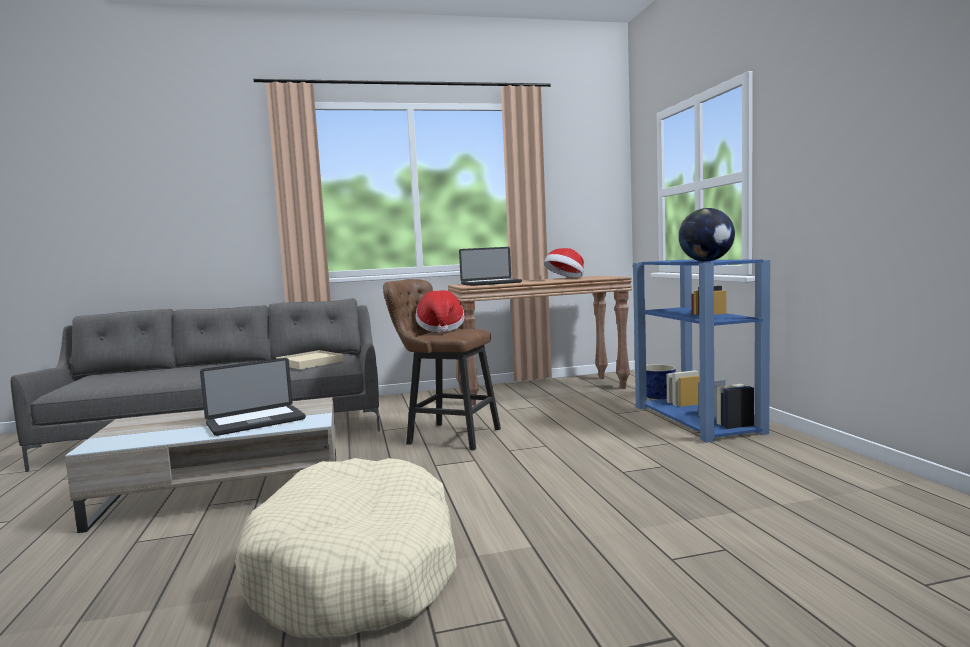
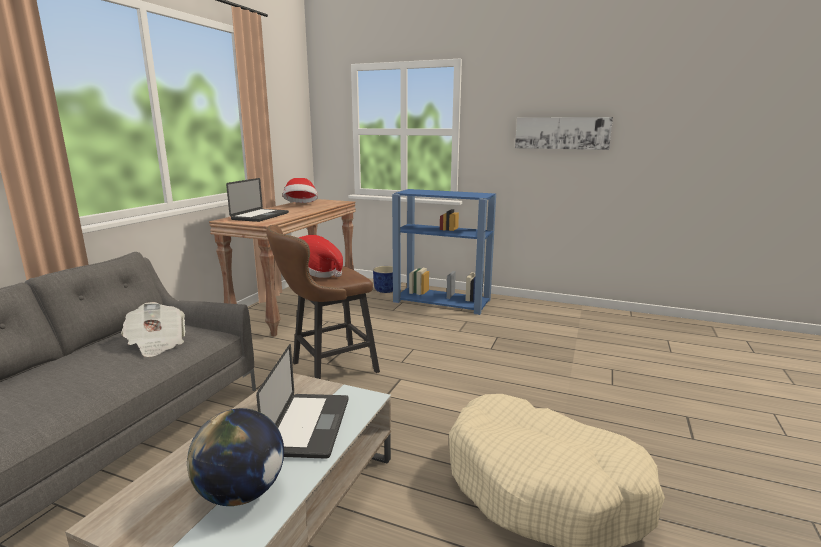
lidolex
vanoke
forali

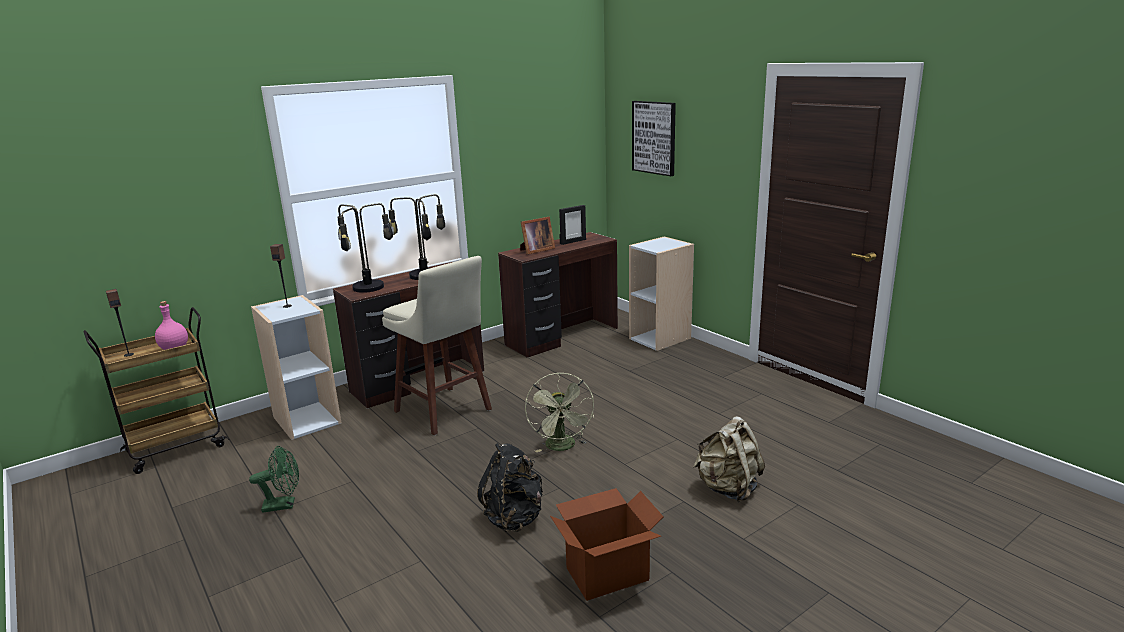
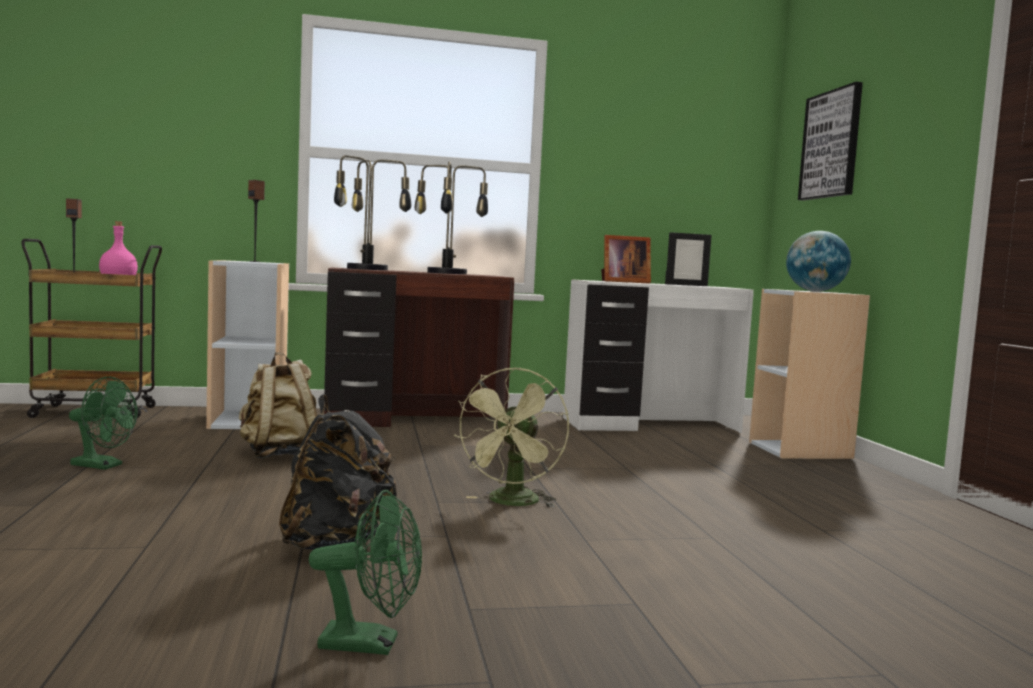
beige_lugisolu
vanoke
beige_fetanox
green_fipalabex (no. 2 from left)
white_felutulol

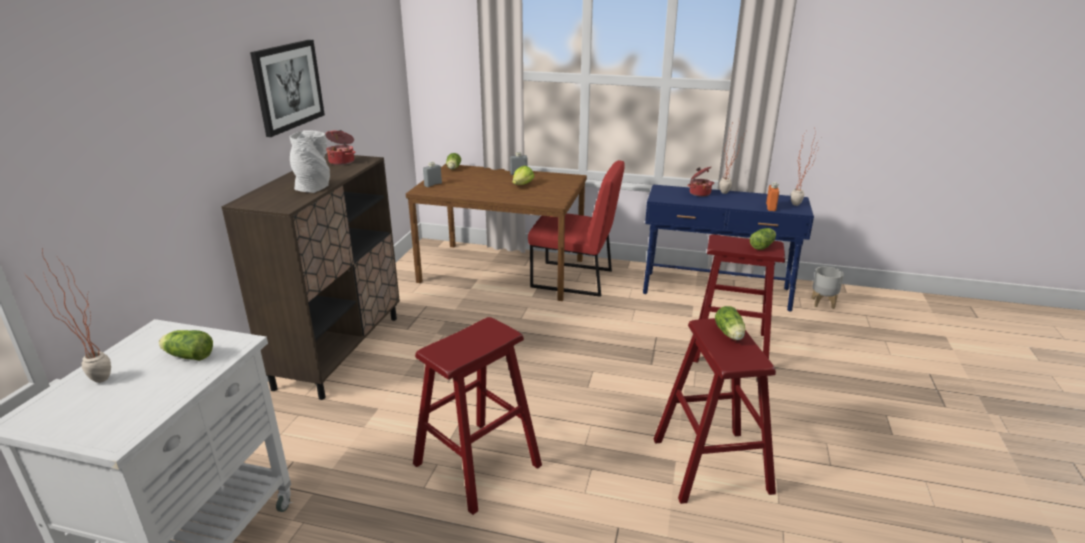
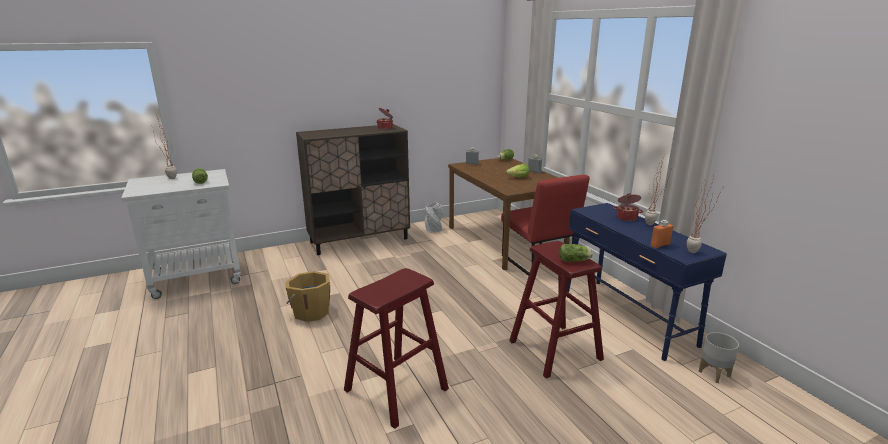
lidolex
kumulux (no. 4 from left in the first image)
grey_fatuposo
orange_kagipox

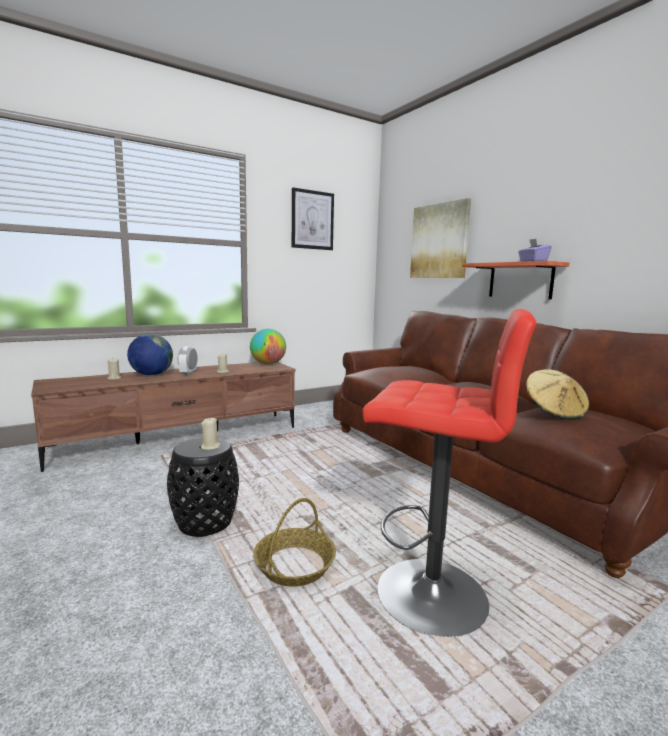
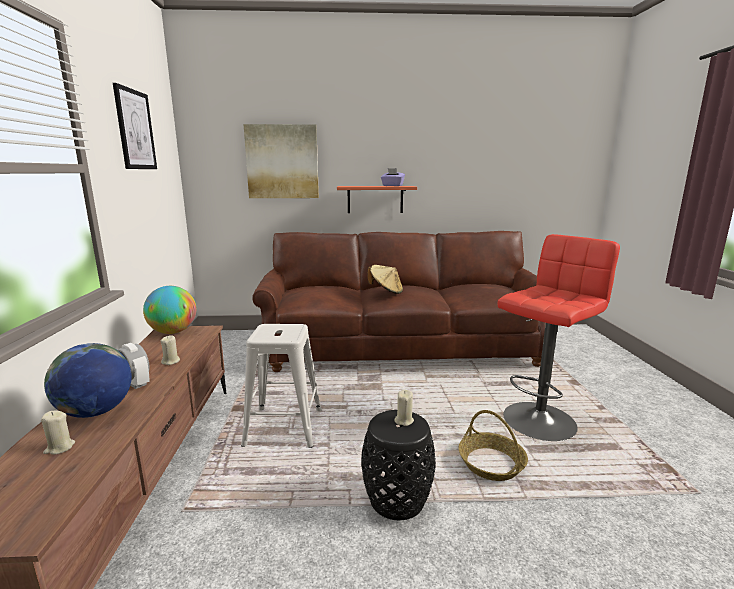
white_lugisolu
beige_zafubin

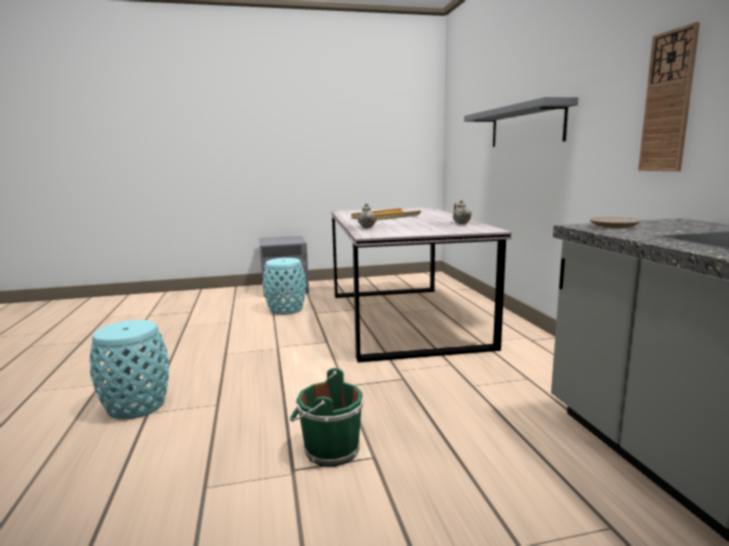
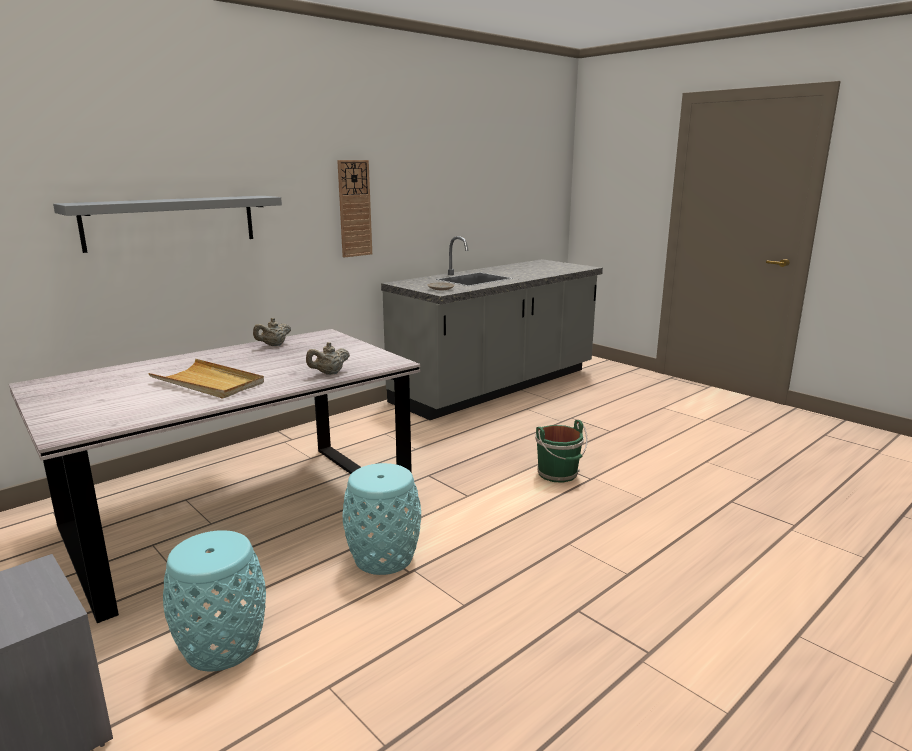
turquoise_lugisolu (no. 2 from left)

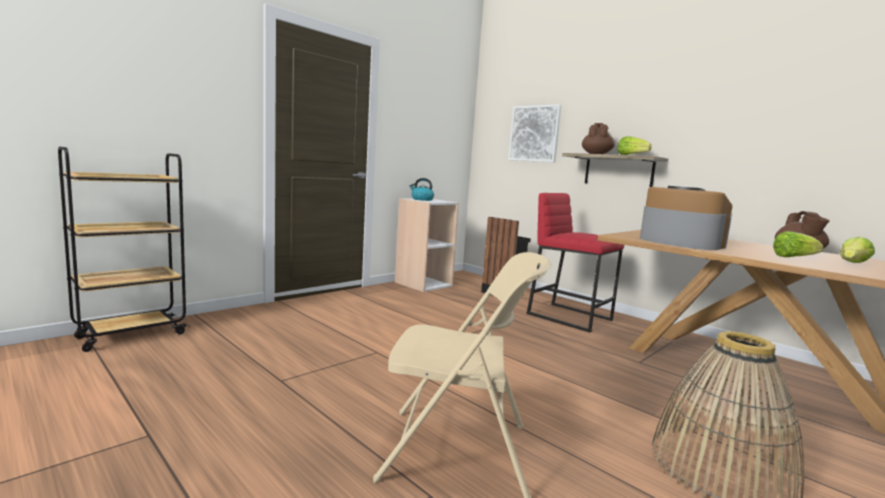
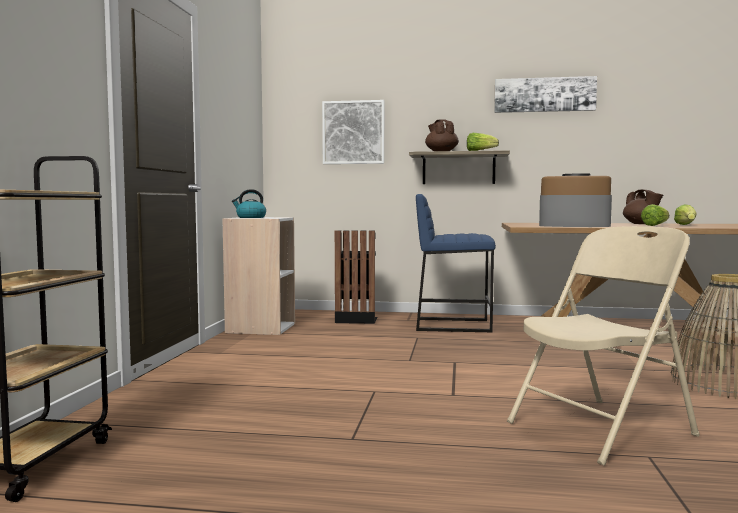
lidolex (no. 2 from left)
blue_lugisolu

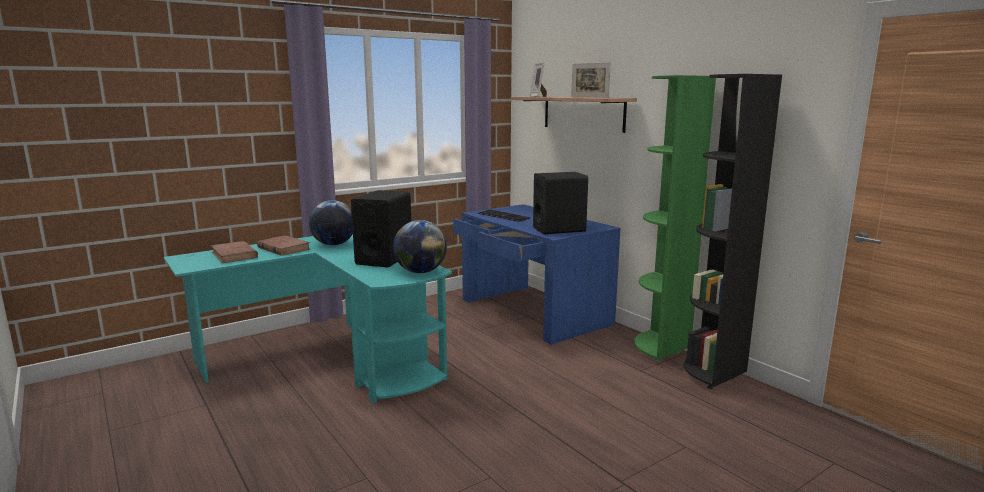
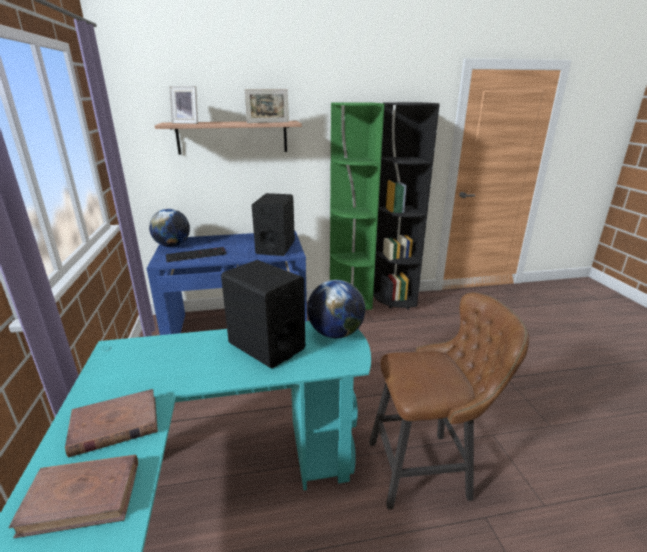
brown_lugisolu
vanoke (no. 1 from left)

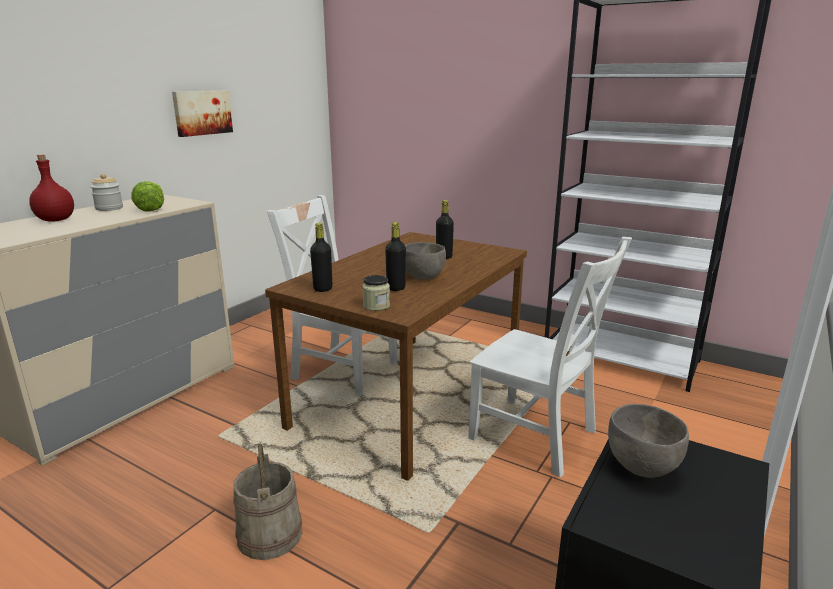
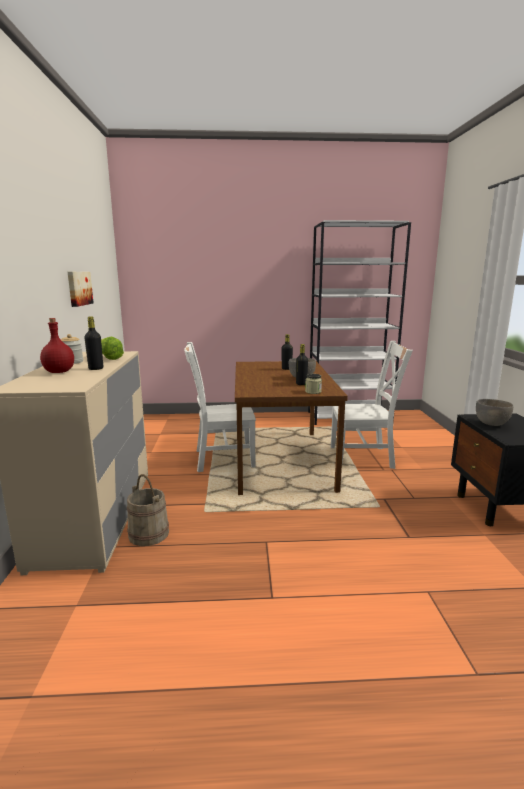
beige_kagipox
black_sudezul (no. 1 from left)

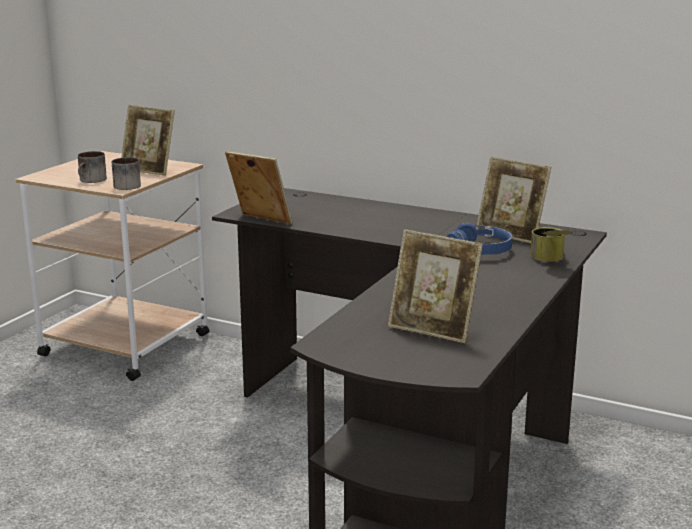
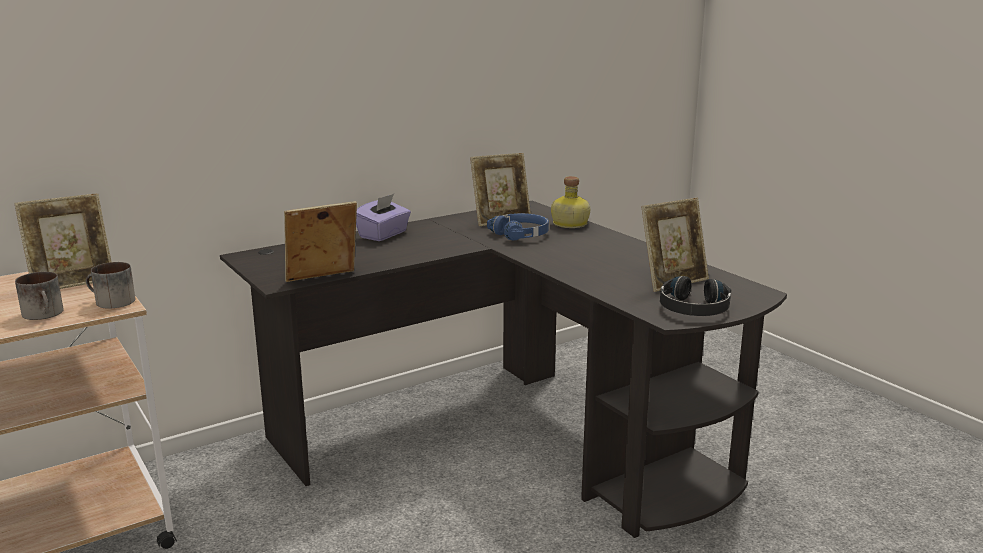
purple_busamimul
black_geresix
sudezul

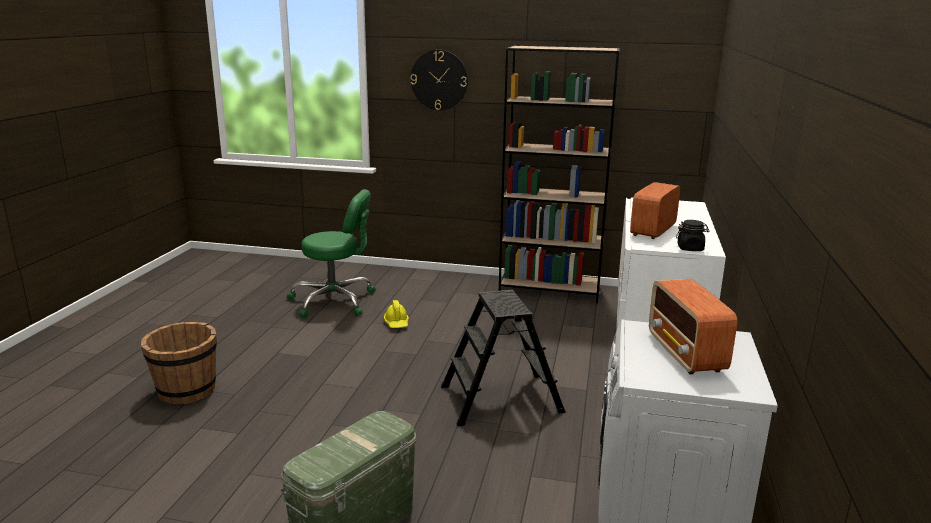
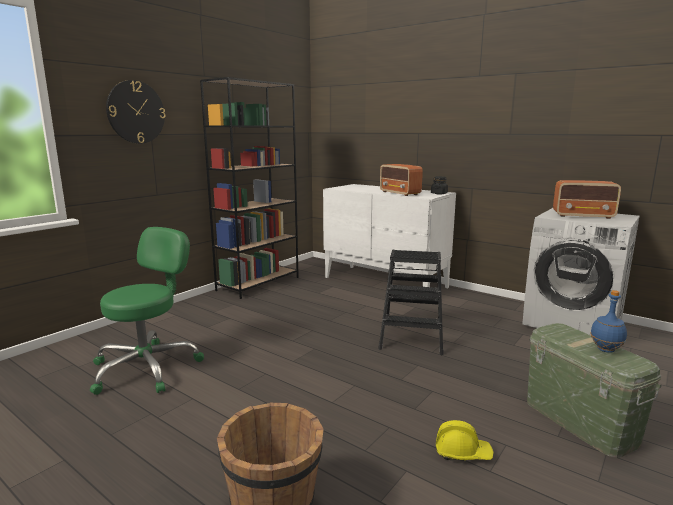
blue_sudezul
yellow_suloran

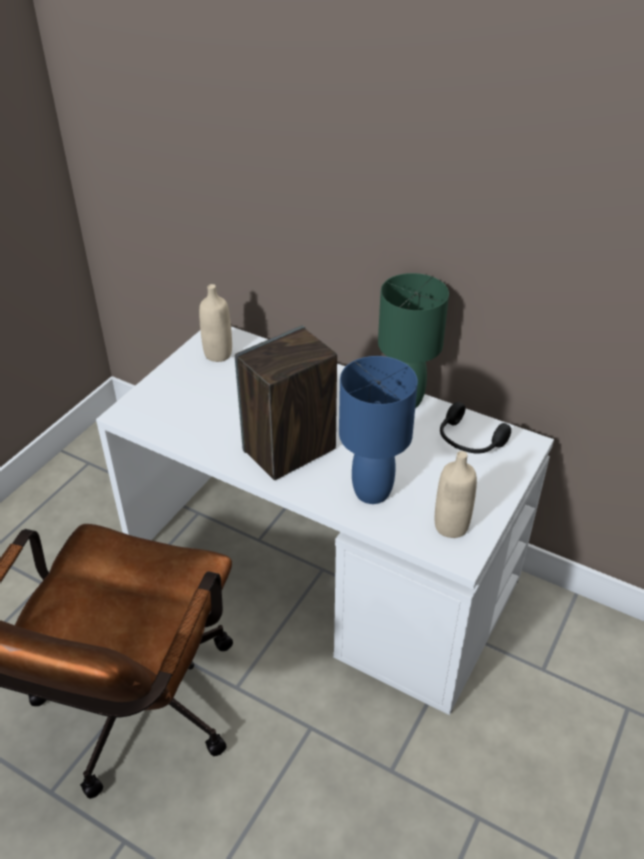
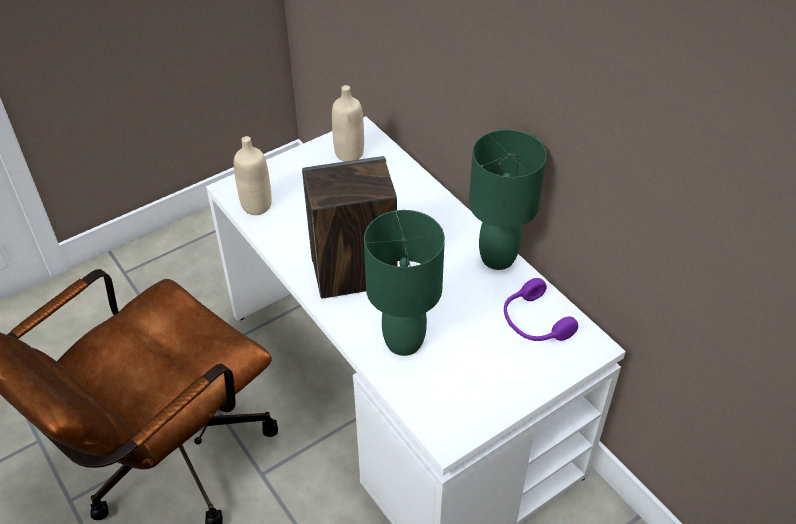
beige_sudezul (no. 1 from left)
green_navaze (no. 1 from left)
purple_geresix

